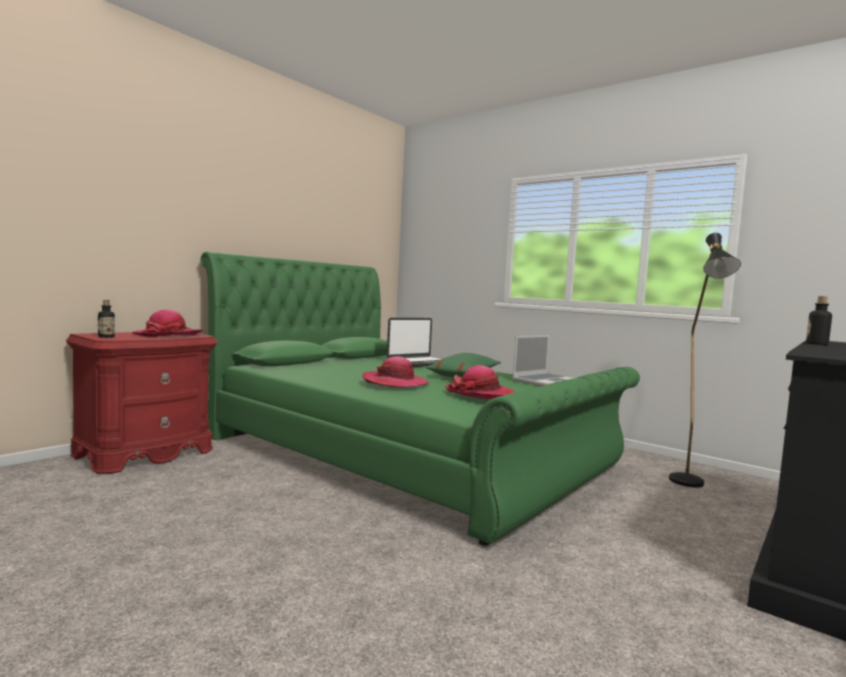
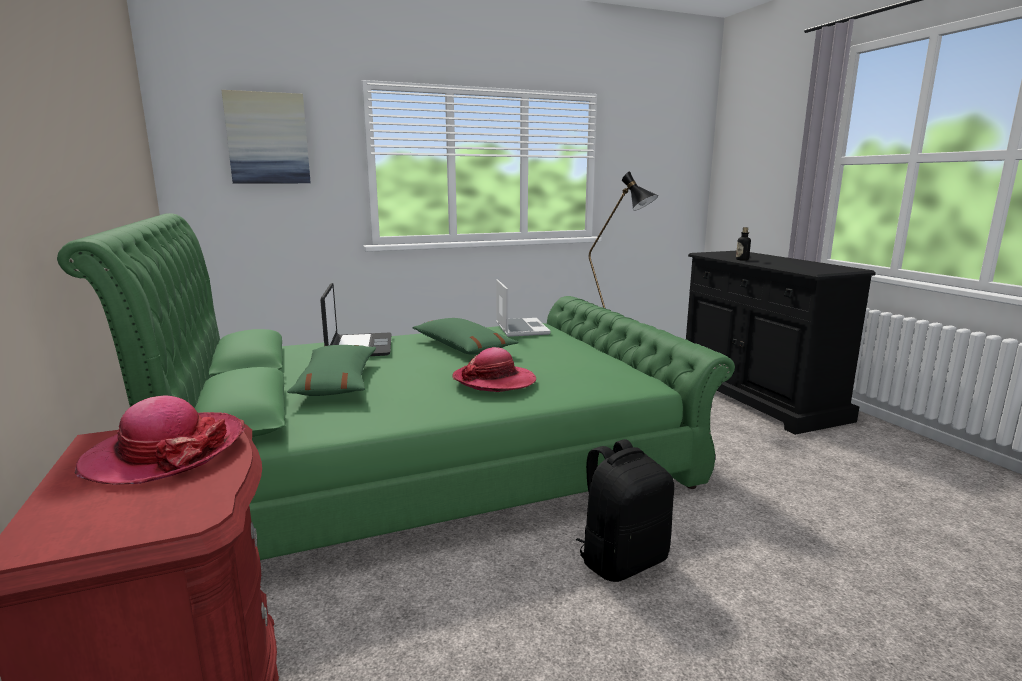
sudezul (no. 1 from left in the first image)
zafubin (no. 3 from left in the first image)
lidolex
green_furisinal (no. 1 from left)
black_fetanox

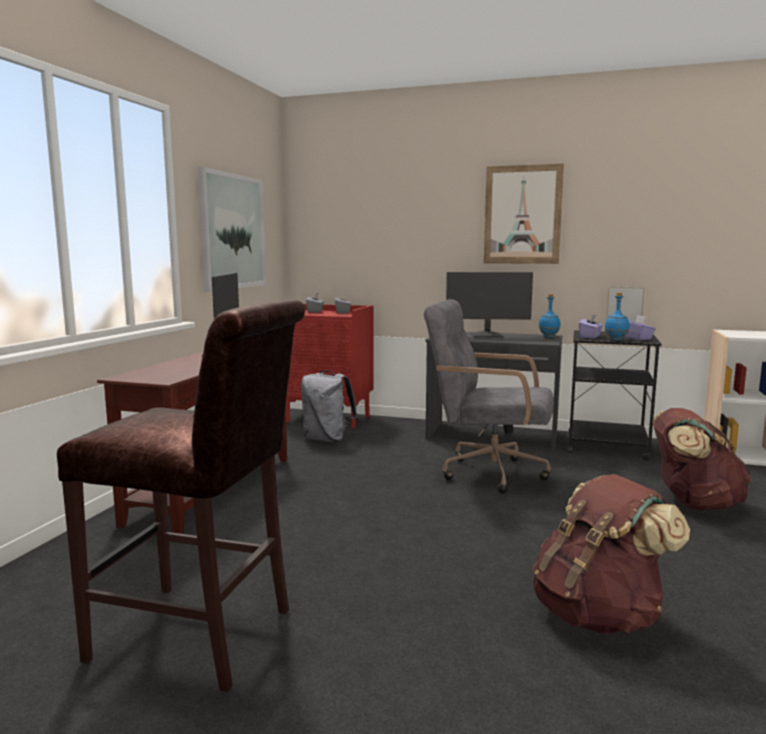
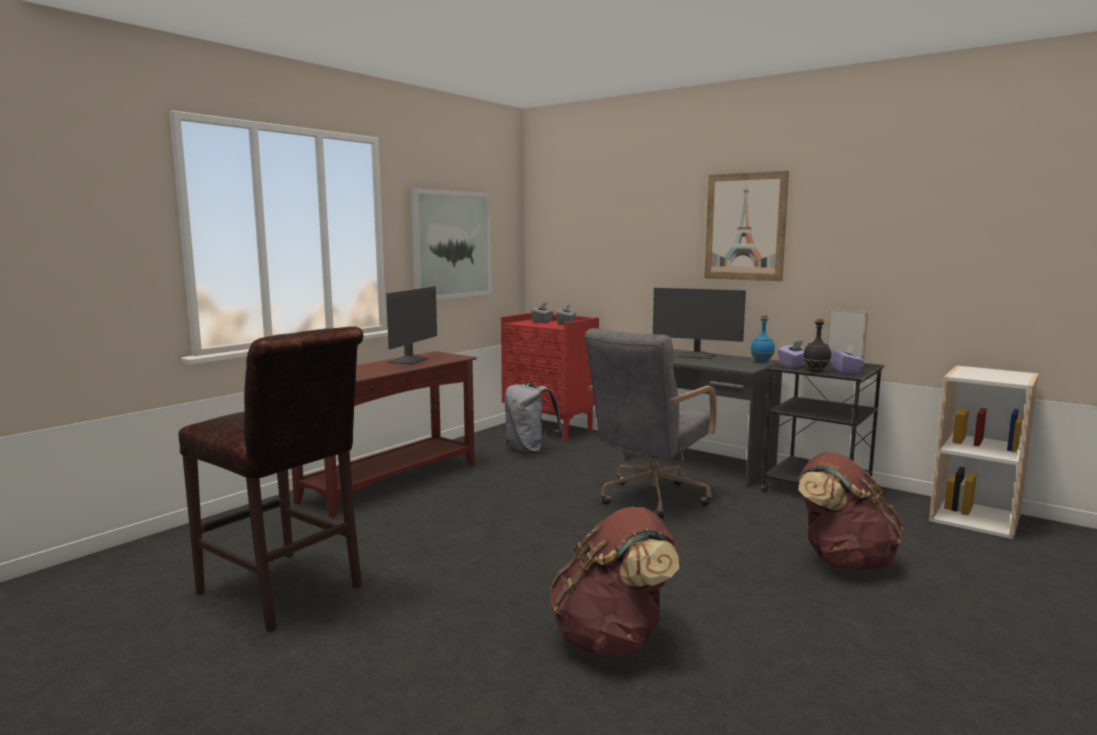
black_sudezul
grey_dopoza

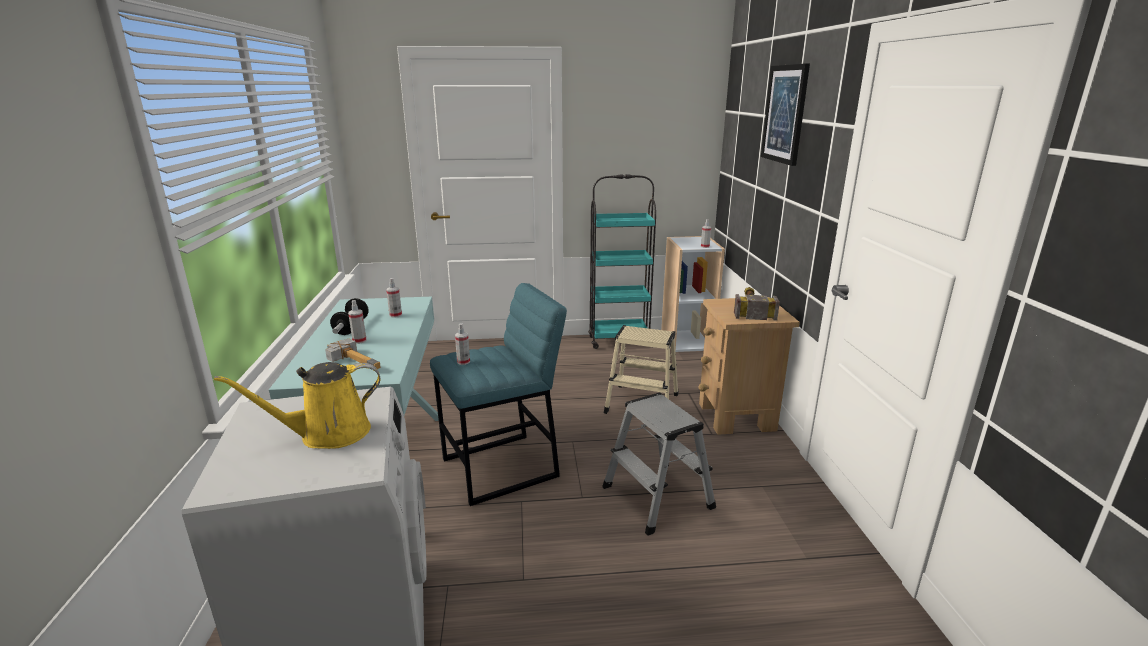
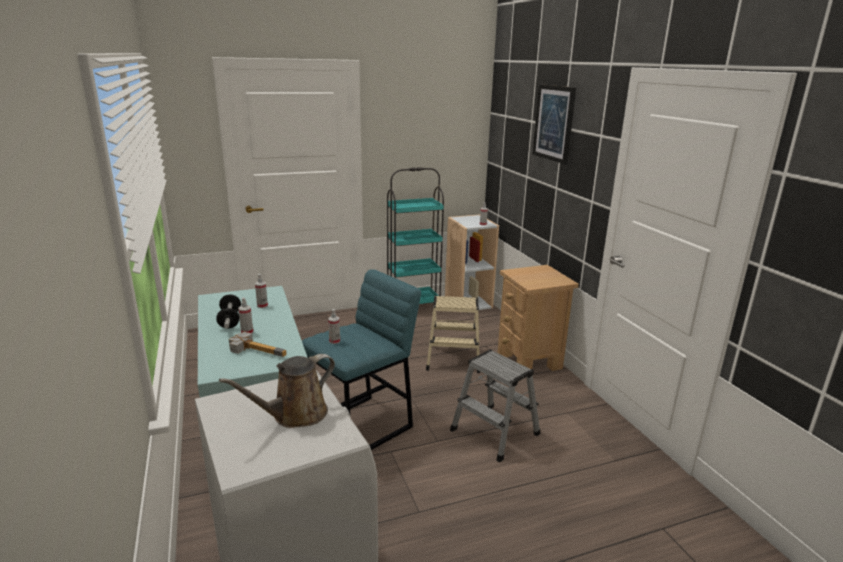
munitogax (no. 2 from left in the first image)
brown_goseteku

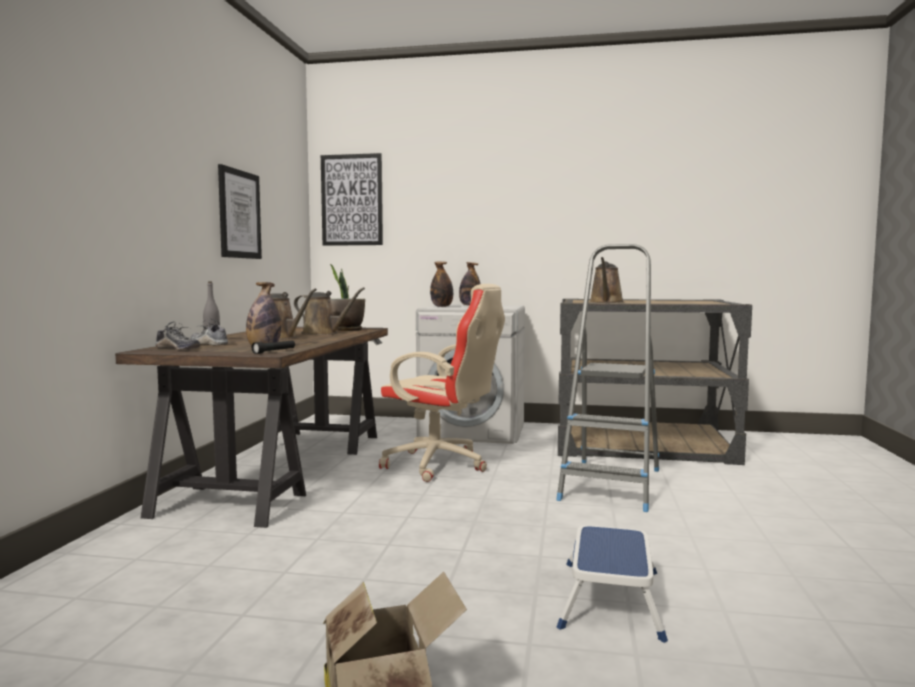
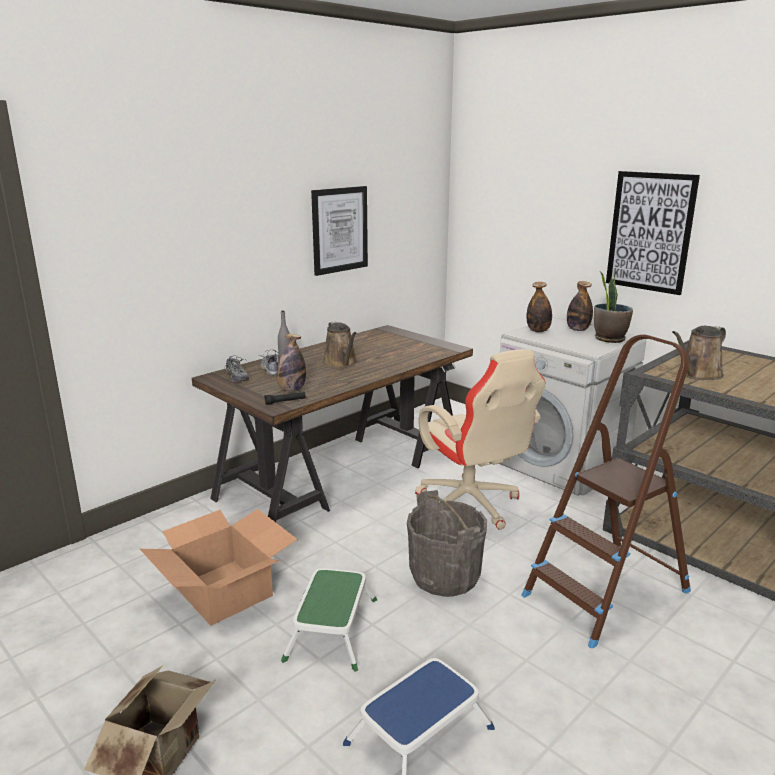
brown_goseteku (no. 2 from left in the first image)
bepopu (no. 2 from left)
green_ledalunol
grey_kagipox
lidolex (no. 2 from left)
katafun
brown_ledalunol

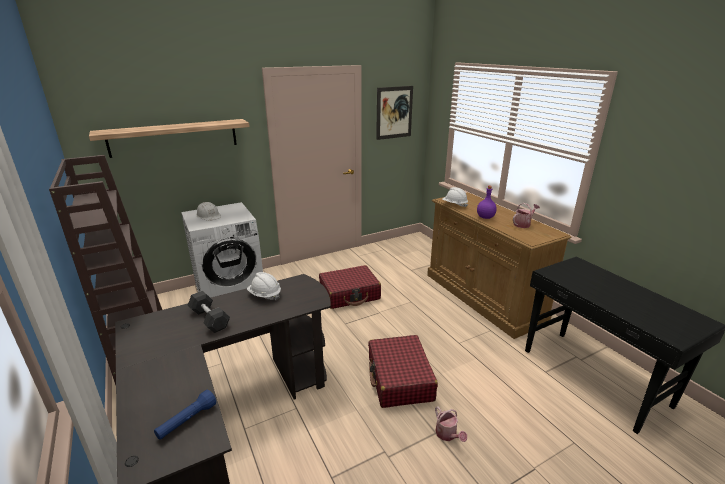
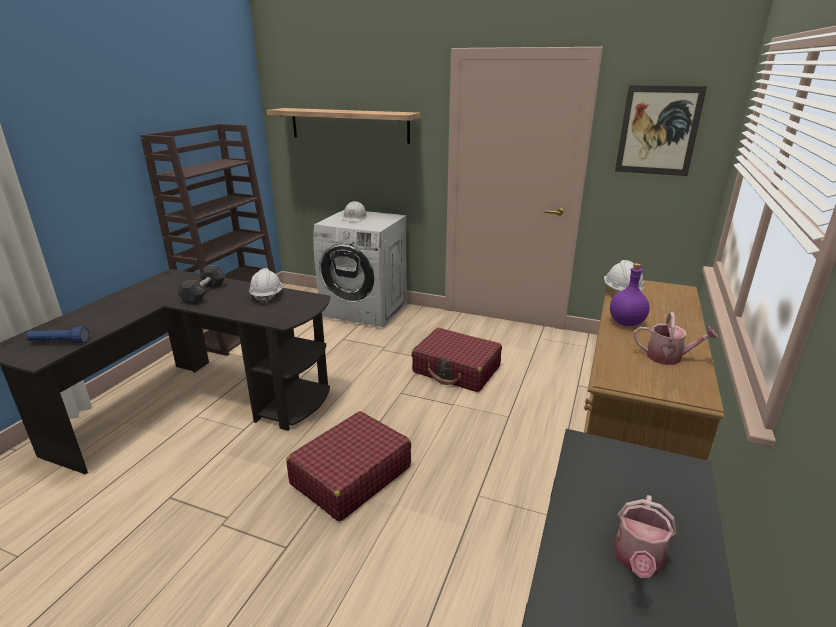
goseteku (no. 1 from left)

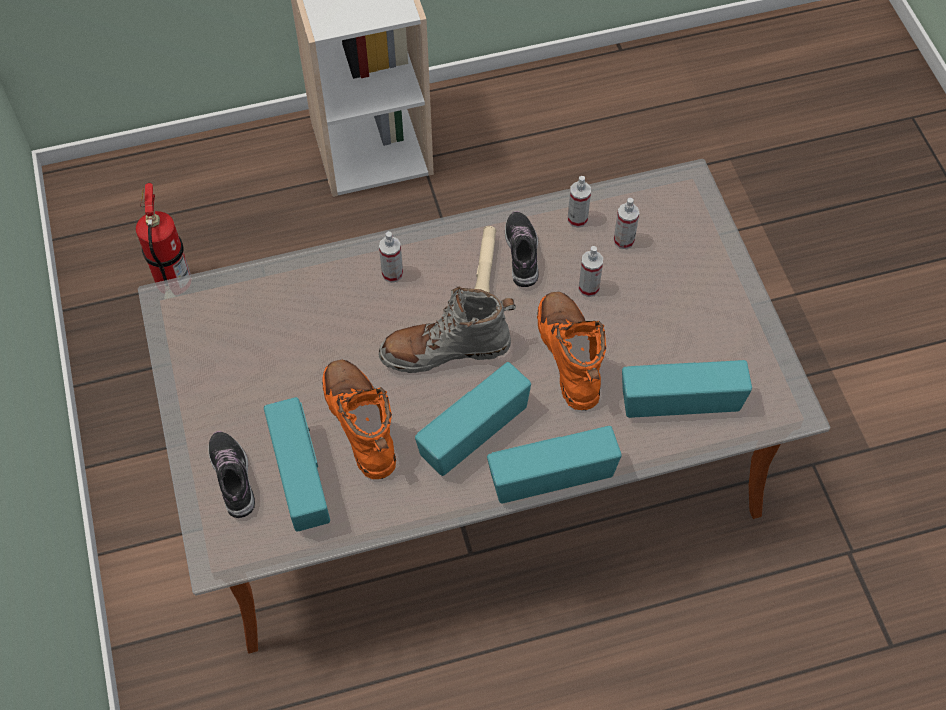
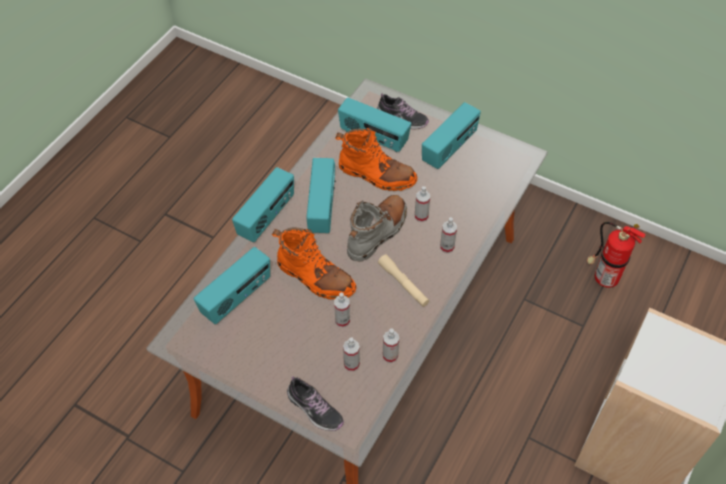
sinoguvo (no. 4 from left)
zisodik (no. 5 from left)
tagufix (no. 1 from left)

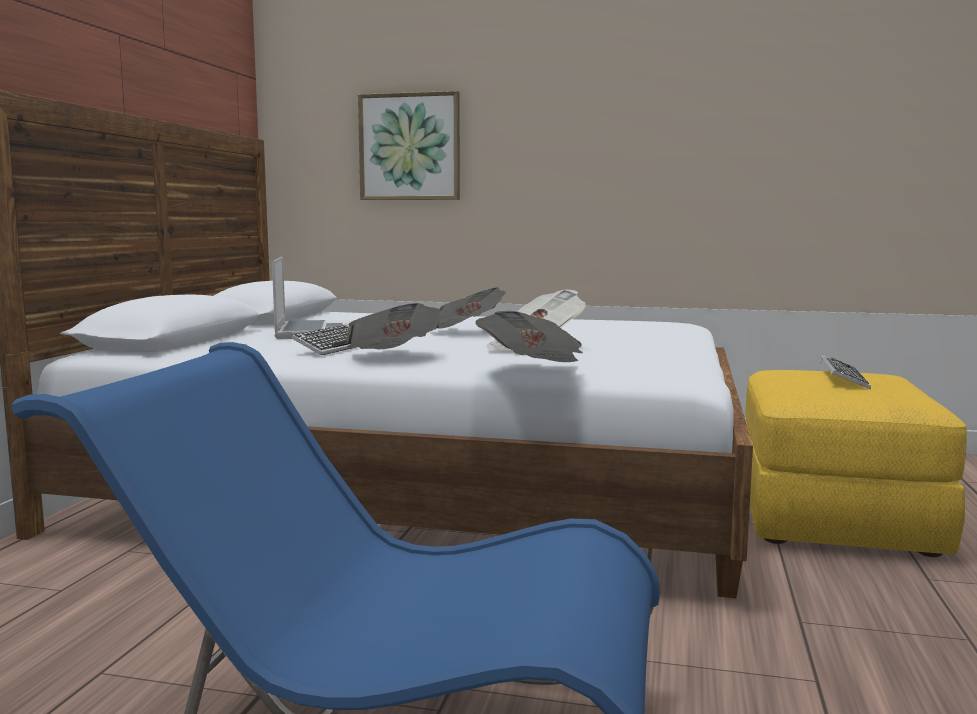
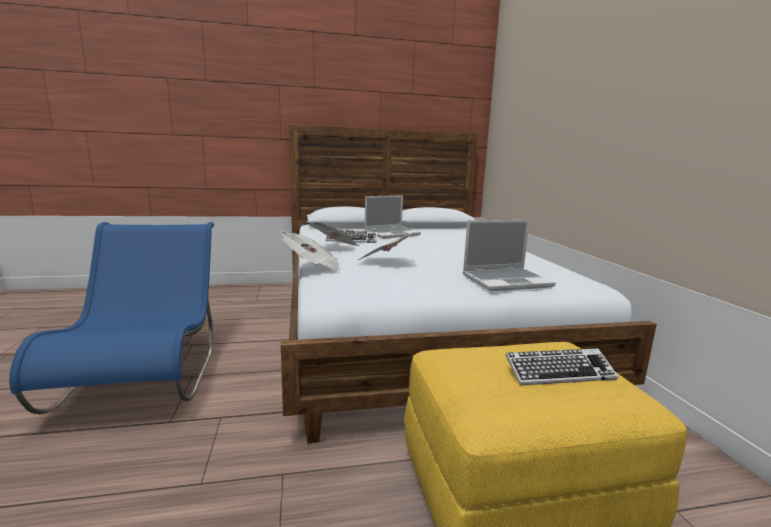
lidolex
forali (no. 2 from left in the first image)
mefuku (no. 2 from left)

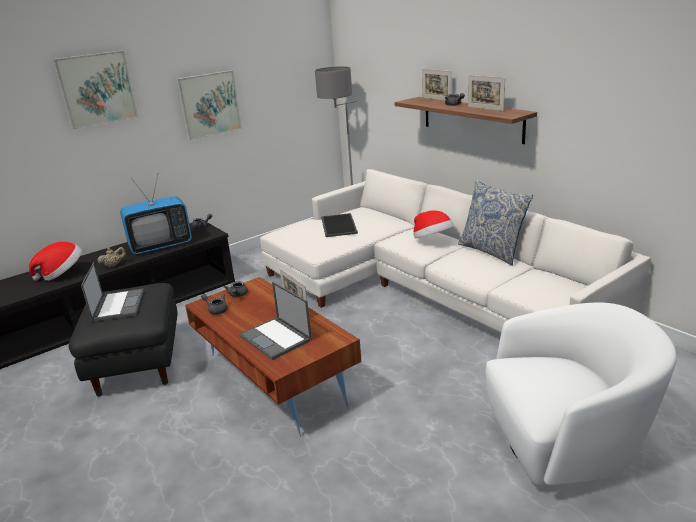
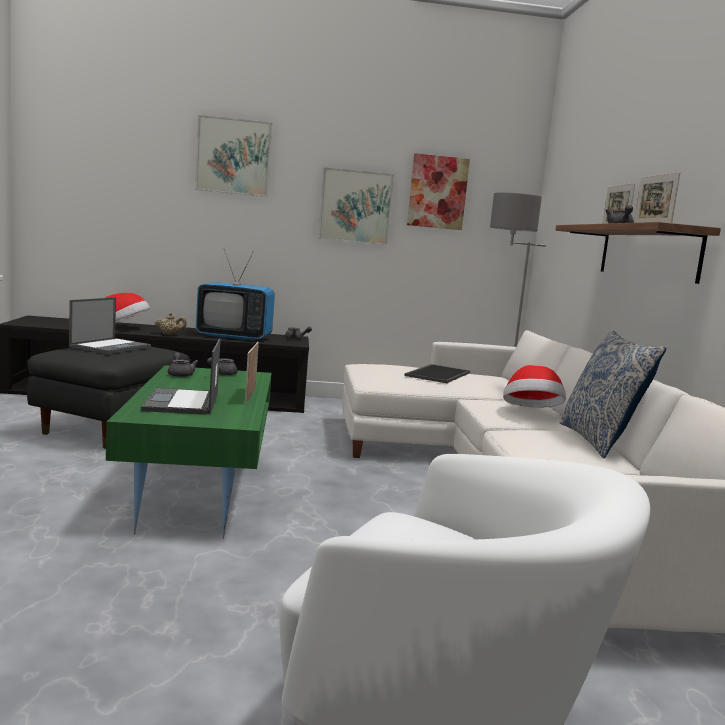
lidolex (no. 3 from left)
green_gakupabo

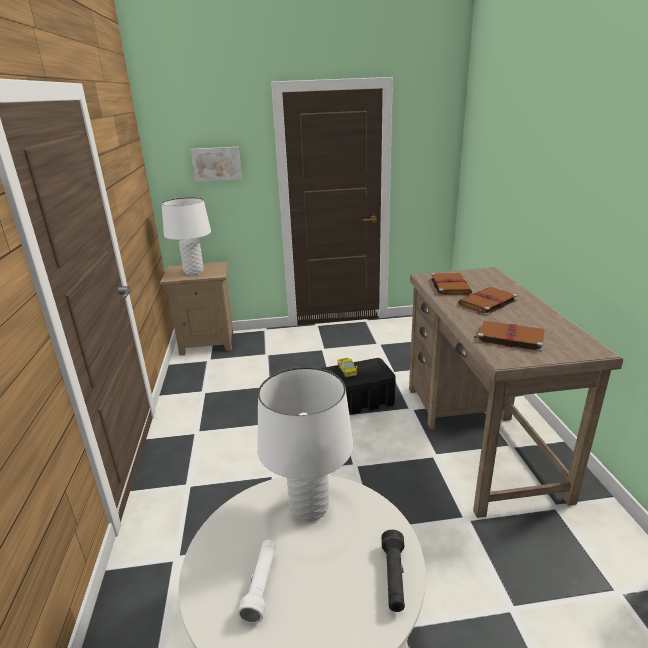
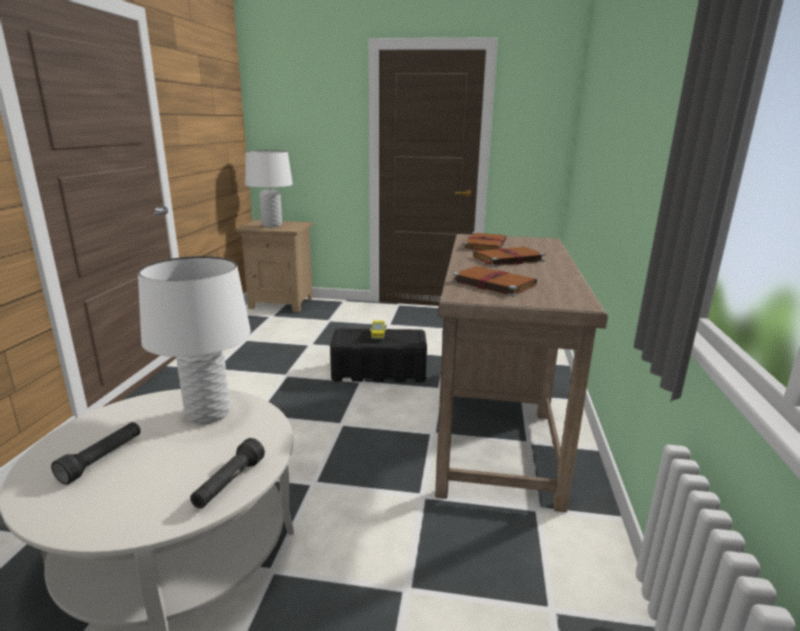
lidolex
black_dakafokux (no. 1 from left)

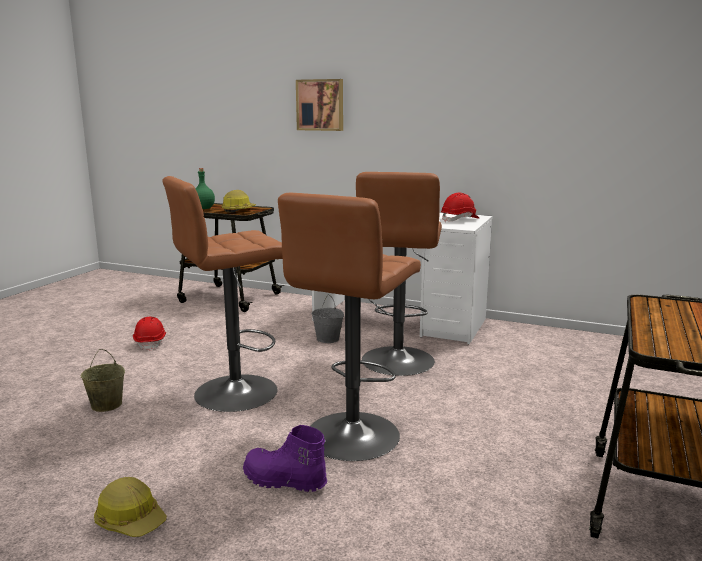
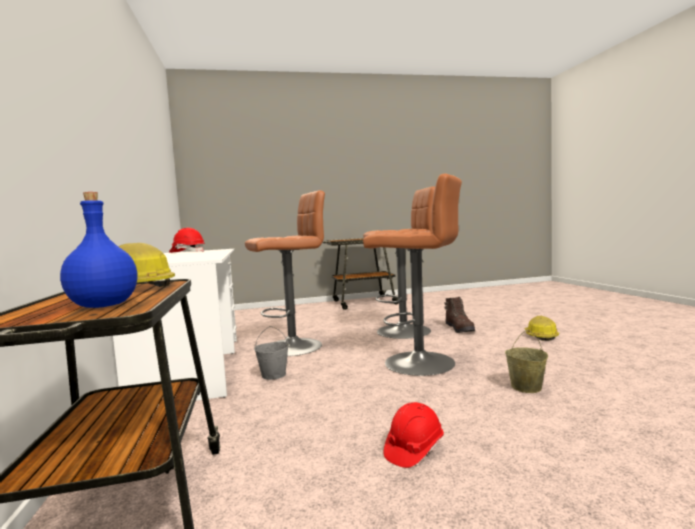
lidolex
blue_sudezul
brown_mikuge

